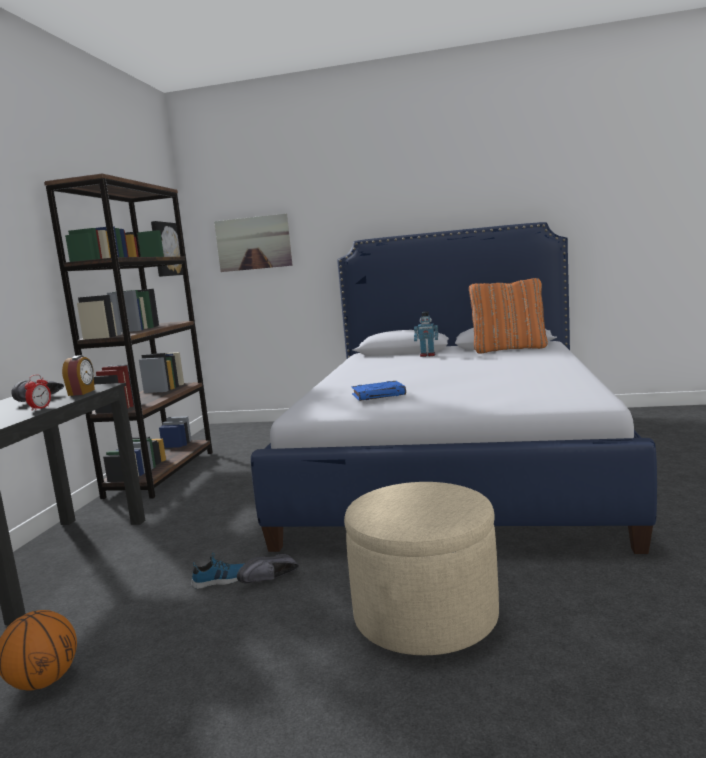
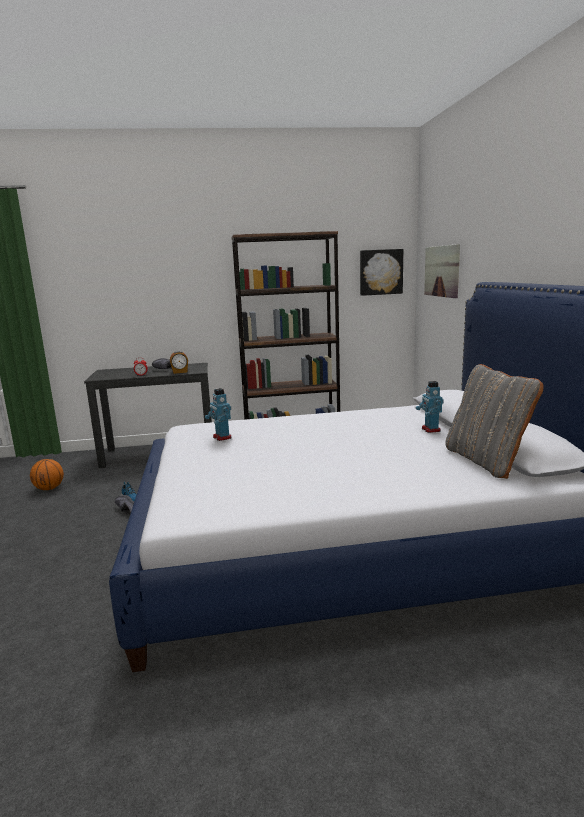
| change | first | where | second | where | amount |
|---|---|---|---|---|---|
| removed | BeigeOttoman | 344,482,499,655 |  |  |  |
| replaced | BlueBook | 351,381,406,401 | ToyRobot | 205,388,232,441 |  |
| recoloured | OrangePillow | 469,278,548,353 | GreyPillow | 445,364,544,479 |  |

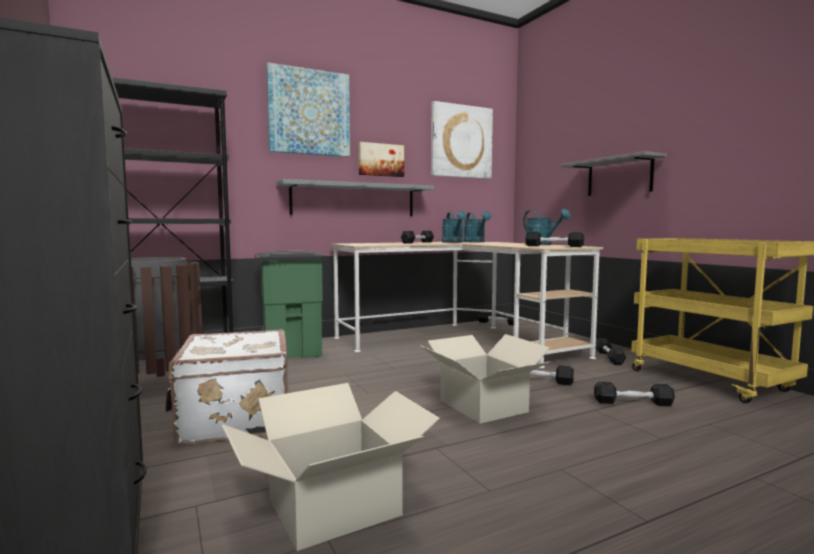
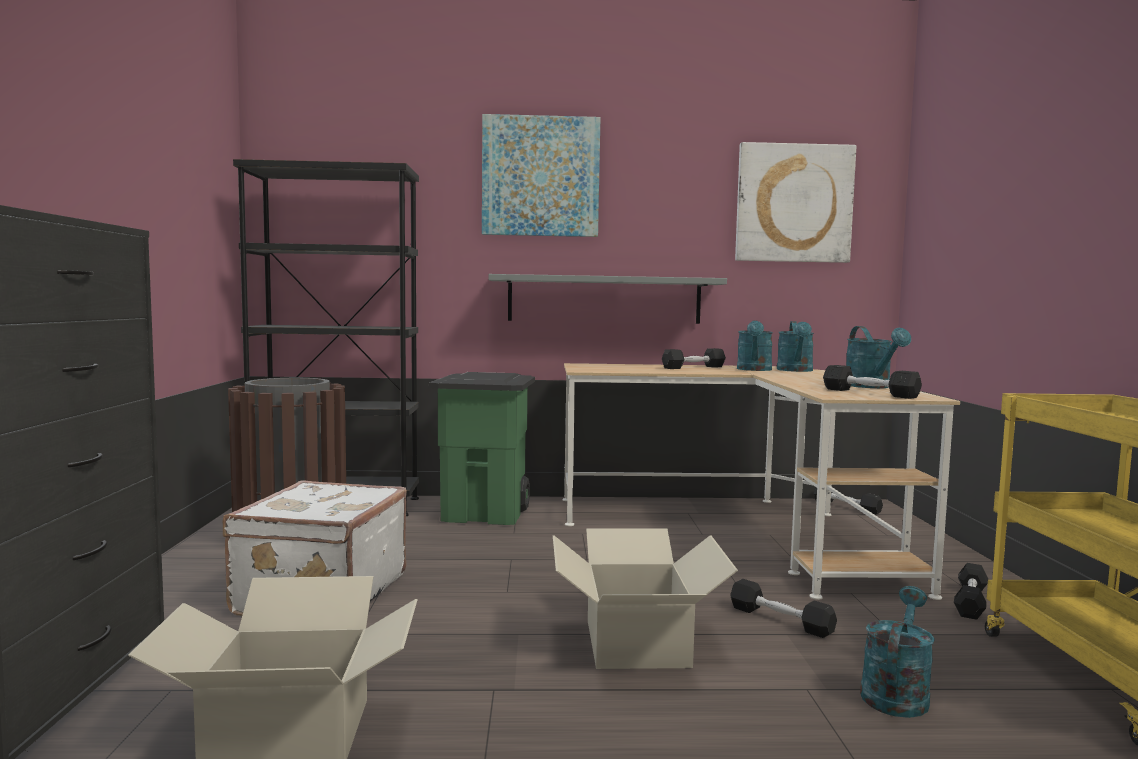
| change | first | where | second | where | amount |
|---|---|---|---|---|---|
| removed | Picture | 359,142,404,177 |  |  |  |
| removed | GreyShelf | 560,151,667,196 |  |  |  |
| replaced | BlackDumbbell | 594,382,675,406 | TurquoiseWateringCan | 860,586,935,718 |  |

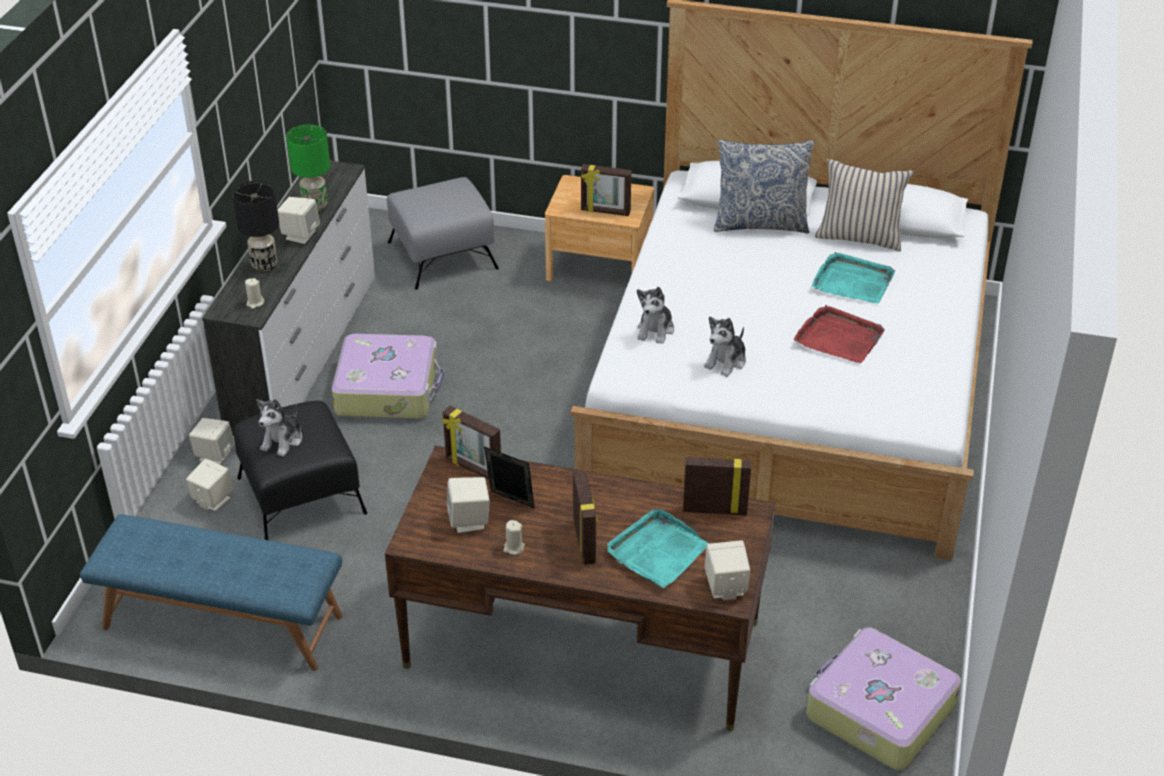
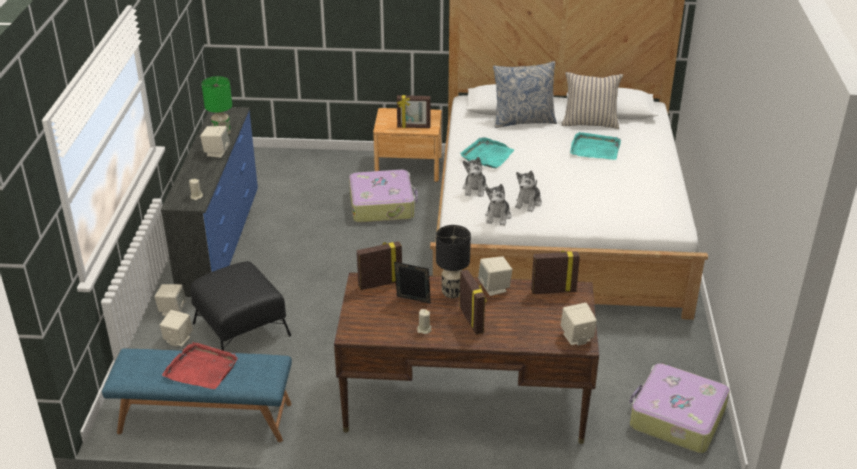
| change | first | where | second | where | amount |
|---|---|---|---|---|---|
| removed | GreyOttoman | 387,177,499,290 |  |  |  |
| moved | BlackTableLamp | 232,181,279,272 |  | 436,225,471,298 |  |
| moved | PlushToy | 256,399,302,457 |  | 485,184,511,226 |  |
| moved | Suitcase | 332,334,444,419 |  | 349,170,418,223 |  |
| moved | BeigeSpeaker | 447,477,490,533 |  | 478,256,512,296 |  |
| moved | TurquoiseTray | 607,509,709,588 |  | 460,137,514,168 |  |
| moved | RedTray | 794,305,885,363 |  | 162,342,238,389 |  |
| recoloured | WhiteDresser | 202,161,375,438 | BlueDresser | 161,107,258,297 |  |
| turned | PictureFrame | 442,406,501,479 |  | 357,241,402,290 | 135 degrees clockwise |

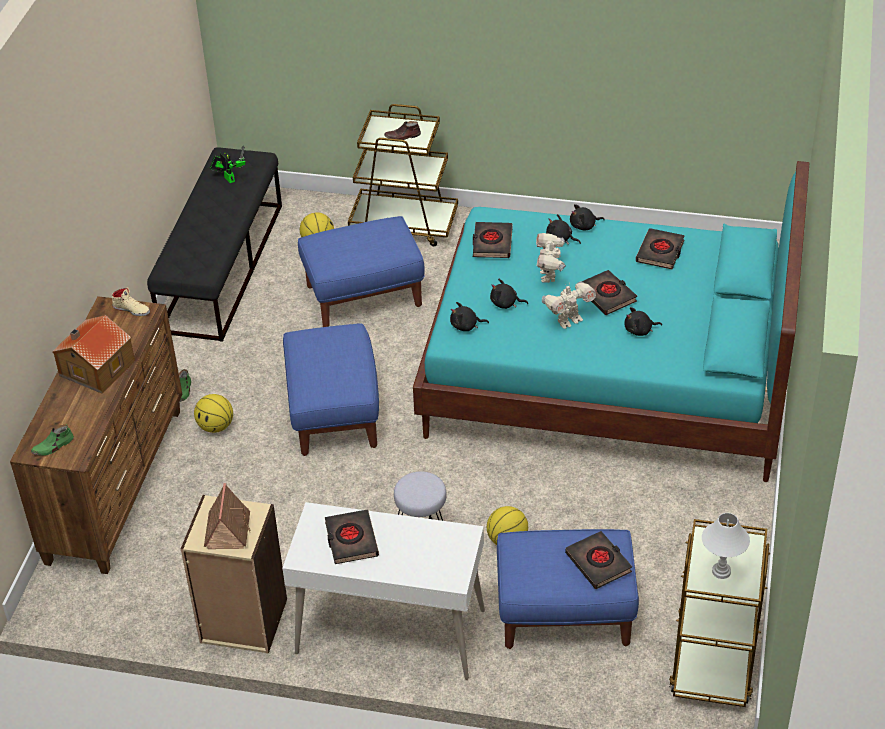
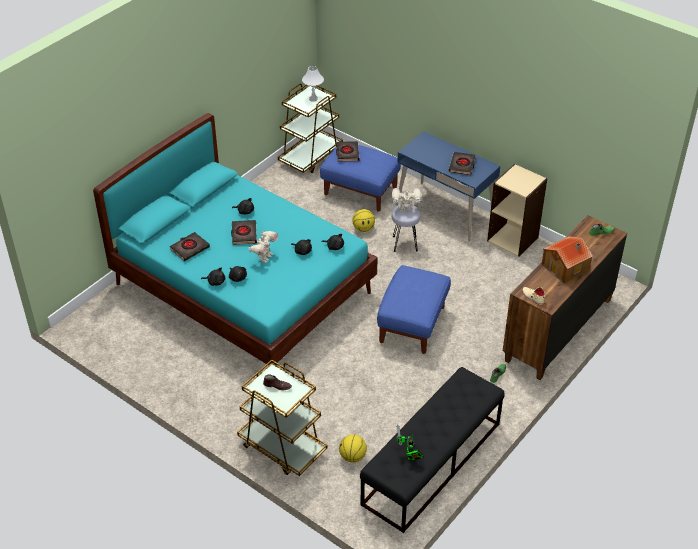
| change | first | where | second | where | amount |
|---|---|---|---|---|---|
| removed | Basketball | 194,394,233,433 |  |  |  |
| removed | ToyHouse | 204,483,251,549 |  |  |  |
| removed | BlueOttoman | 298,216,425,327 |  |  |  |
| removed | BlackBook | 473,222,513,258 |  |  |  |
| moved | ToyRobot | 542,282,596,329 |  | 392,188,422,212 |  |
| recoloured | WhiteDesk | 282,502,485,680 | BlueDesk | 396,131,500,241 |  |

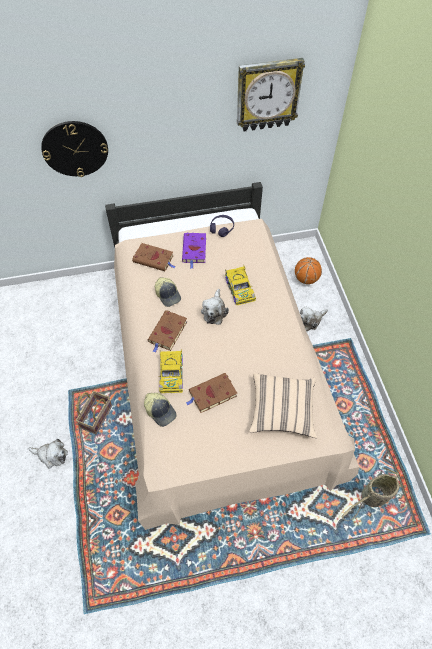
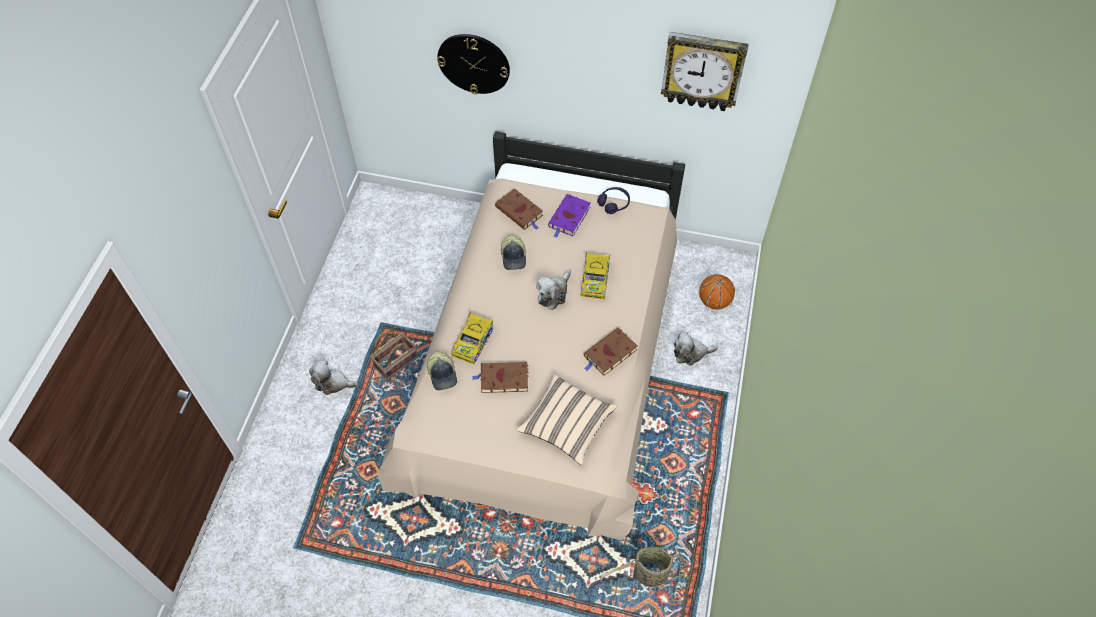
| change | first | where | second | where | amount |
|---|---|---|---|---|---|
| moved | BrownBook | 148,310,187,353 |  | 584,328,638,375 |  |
| turned | PlushToy | 28,439,68,469 |  | 309,360,358,395 | 150 degrees clockwise |

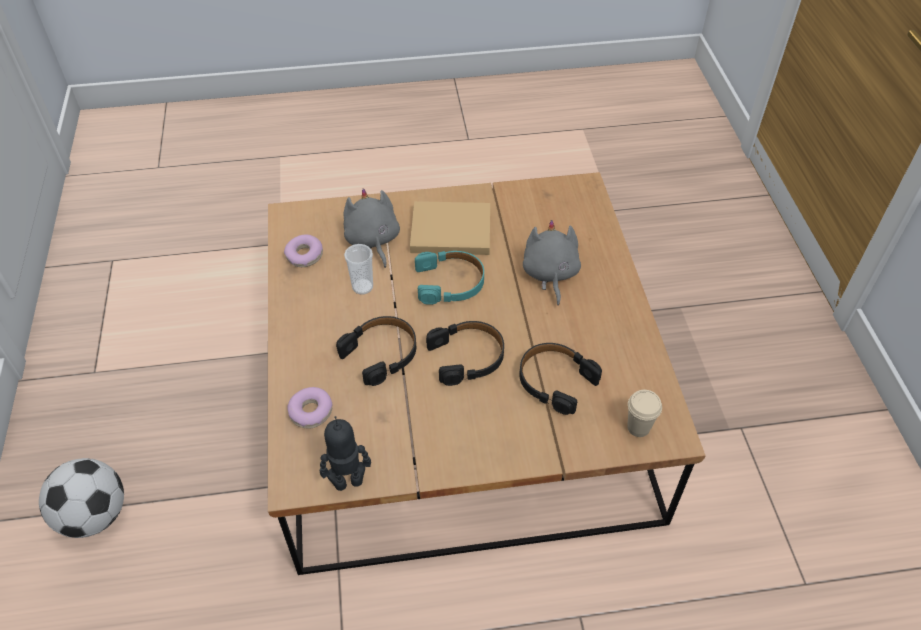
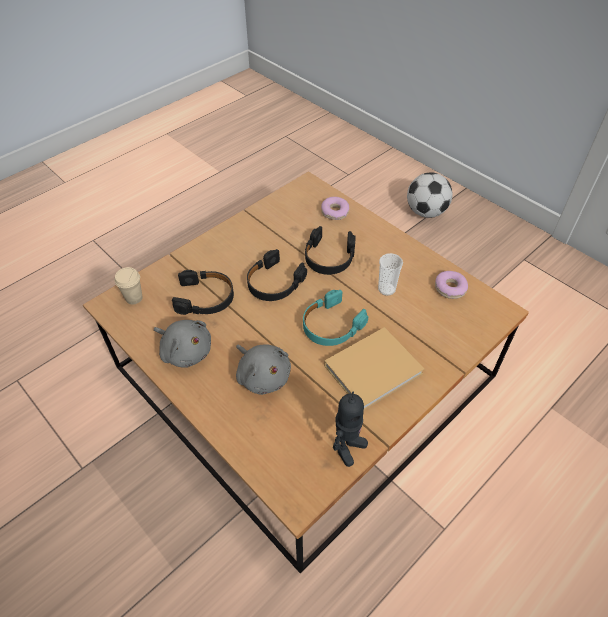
| change | first | where | second | where | amount |
|---|---|---|---|---|---|
| moved | ToyRobot | 320,416,371,491 |  | 333,392,368,467 |  |
| moved | GreyPlushToy | 344,189,400,268 |  | 154,320,211,368 |  |

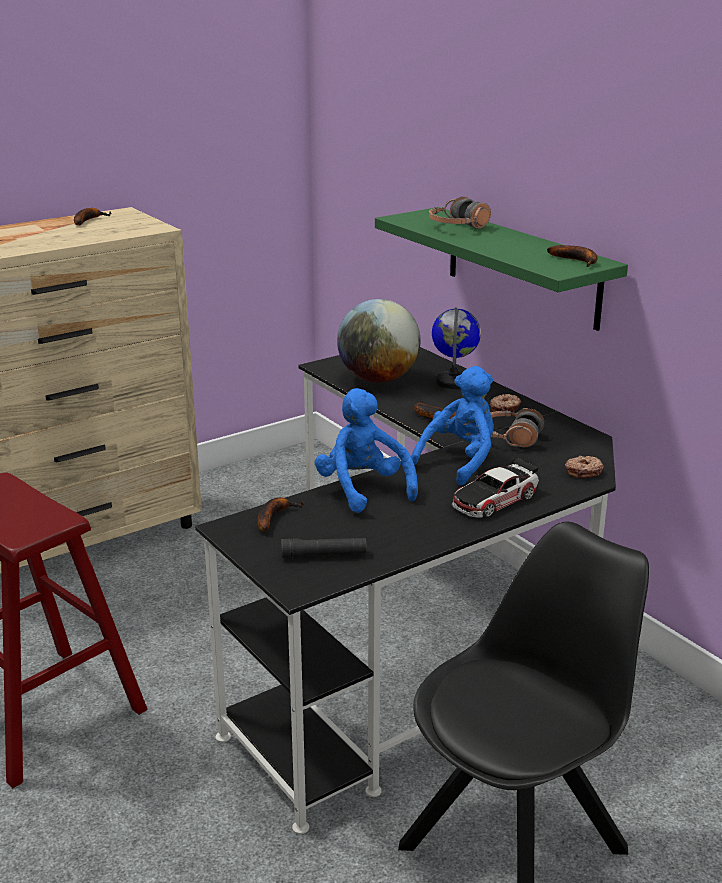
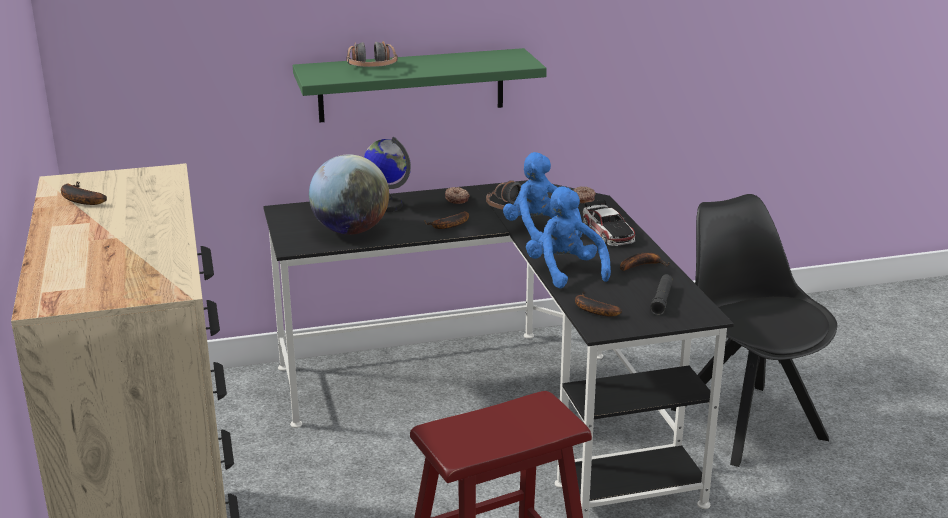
| change | first | where | second | where | amount |
|---|---|---|---|---|---|
| moved | Banana | 547,245,598,267 |  | 620,253,669,271 |  |
| turned | BluePlushToy | 315,388,418,513 |  | 526,186,611,289 | 75 degrees clockwise |

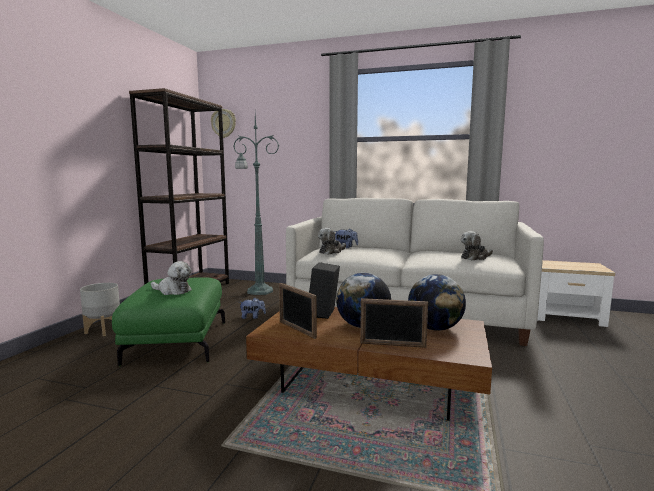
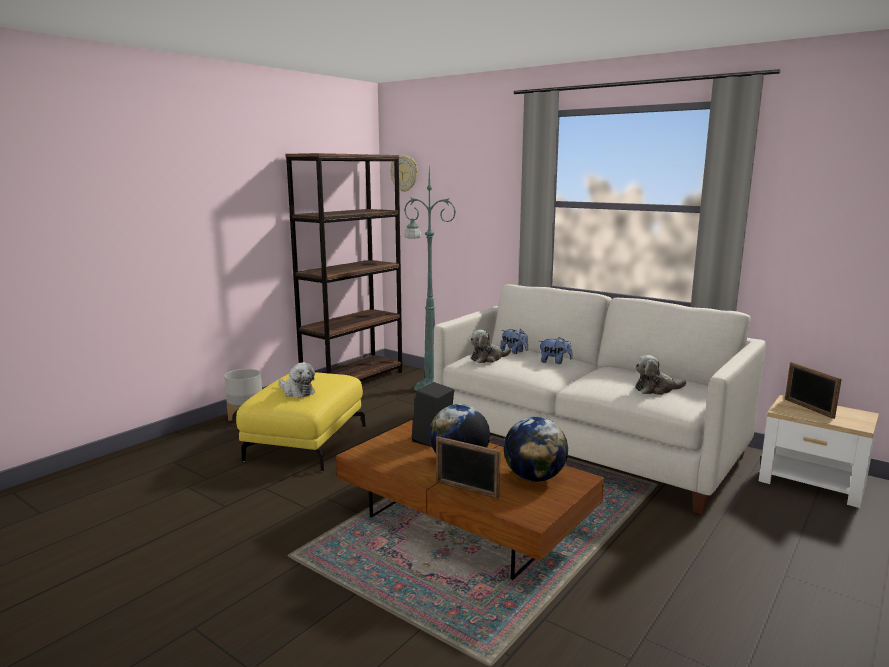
| change | first | where | second | where | amount |
|---|---|---|---|---|---|
| moved | PlushToy | 239,298,266,319 |  | 540,337,573,364 |  |
| moved | PictureFrame | 279,283,317,339 |  | 785,362,842,419 |  |
| recoloured | GreenOttoman | 112,277,225,366 | YellowOttoman | 236,372,366,472 |  |

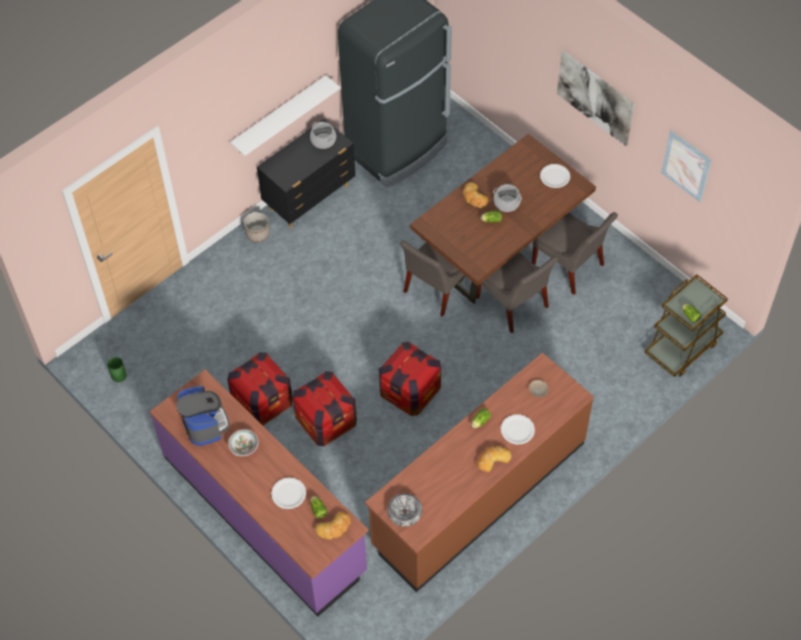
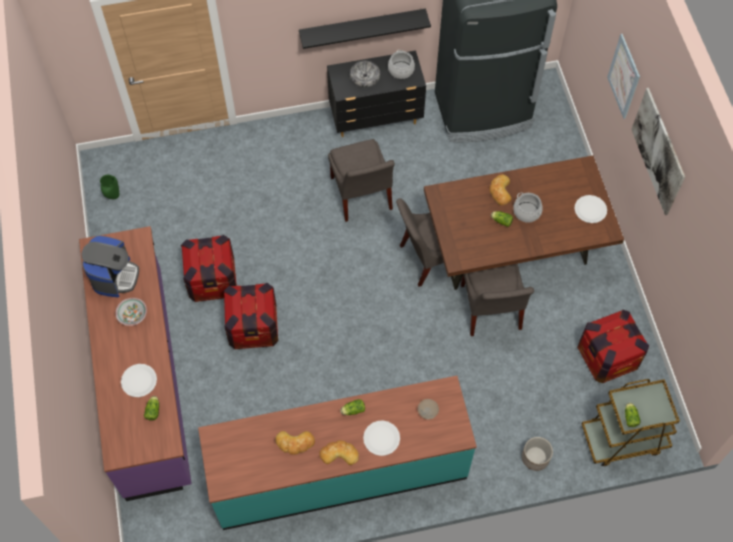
| change | first | where | second | where | amount |
|---|---|---|---|---|---|
| moved | Planter | 244,212,270,242 |  | 522,437,553,471 |  |
| moved | Bread | 315,512,351,540 |  | 275,431,315,455 |  |
| moved | Crate | 379,342,441,416 |  | 577,309,649,383 |  |
| moved | Bowl | 387,493,422,527 |  | 350,61,380,87 |  |
| moved | GreyChair | 532,212,618,295 |  | 328,139,395,222 |  |
| moved | Picture | 661,130,712,202 |  | 607,34,640,119 |  |
| recoloured | WhiteShelf | 230,75,340,156 | BlackShelf | 299,8,431,49 |  |
| recoloured | BrownCounter | 365,352,594,592 | TurquoiseCounter | 198,376,477,530 |  |

